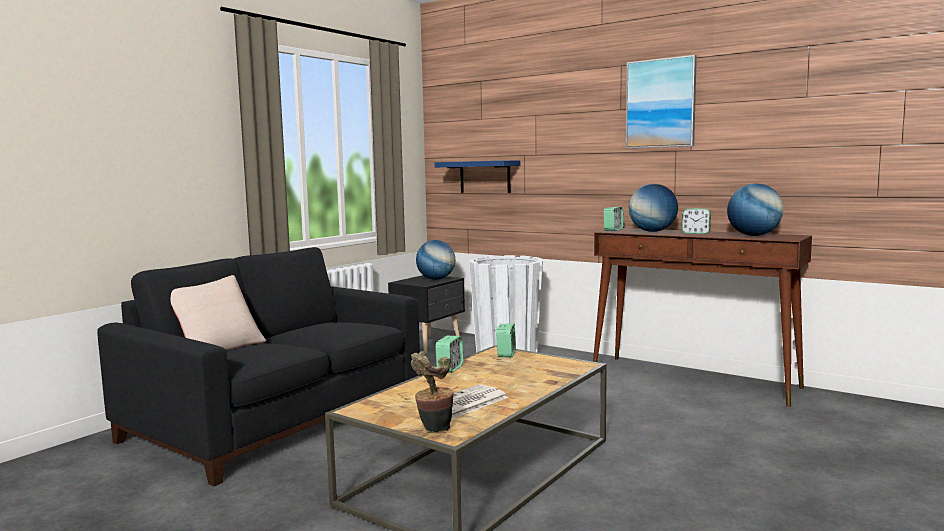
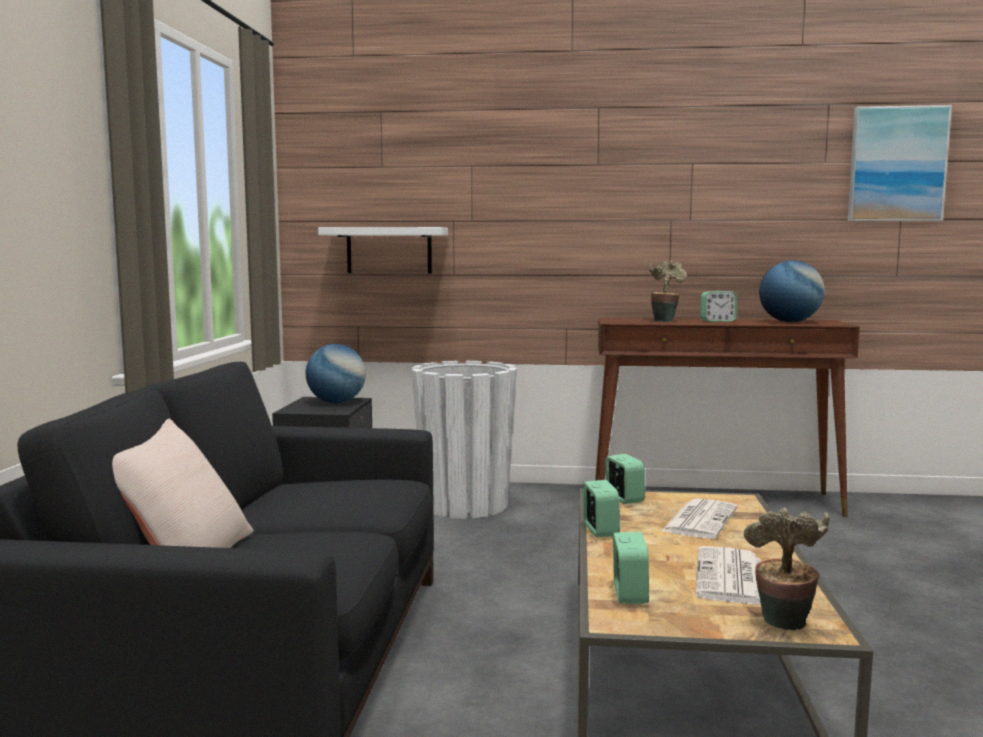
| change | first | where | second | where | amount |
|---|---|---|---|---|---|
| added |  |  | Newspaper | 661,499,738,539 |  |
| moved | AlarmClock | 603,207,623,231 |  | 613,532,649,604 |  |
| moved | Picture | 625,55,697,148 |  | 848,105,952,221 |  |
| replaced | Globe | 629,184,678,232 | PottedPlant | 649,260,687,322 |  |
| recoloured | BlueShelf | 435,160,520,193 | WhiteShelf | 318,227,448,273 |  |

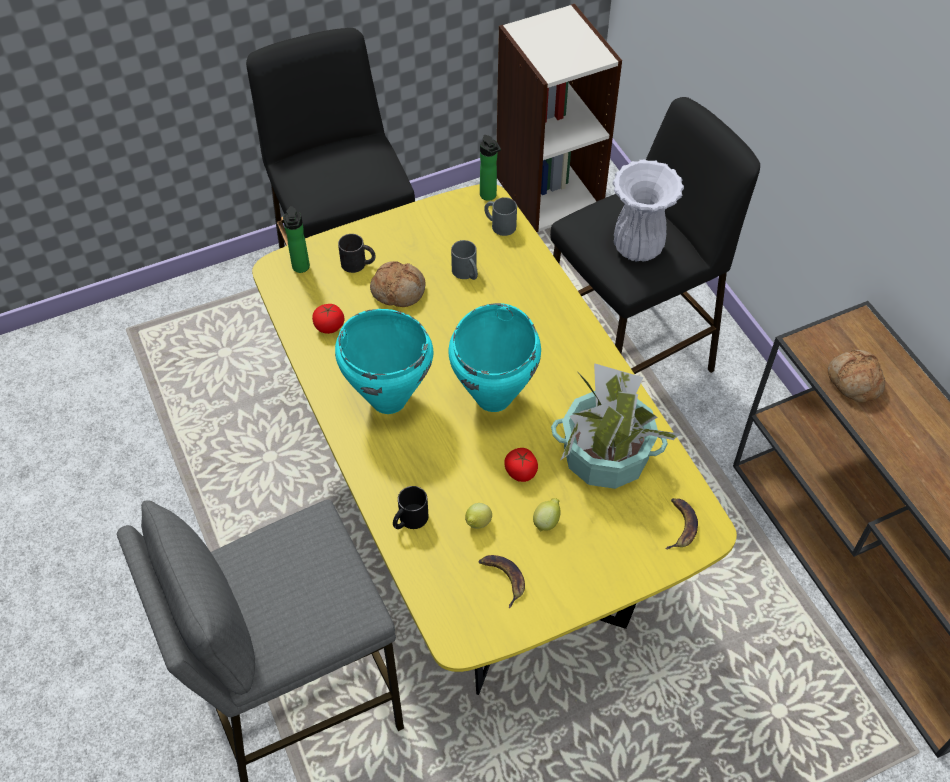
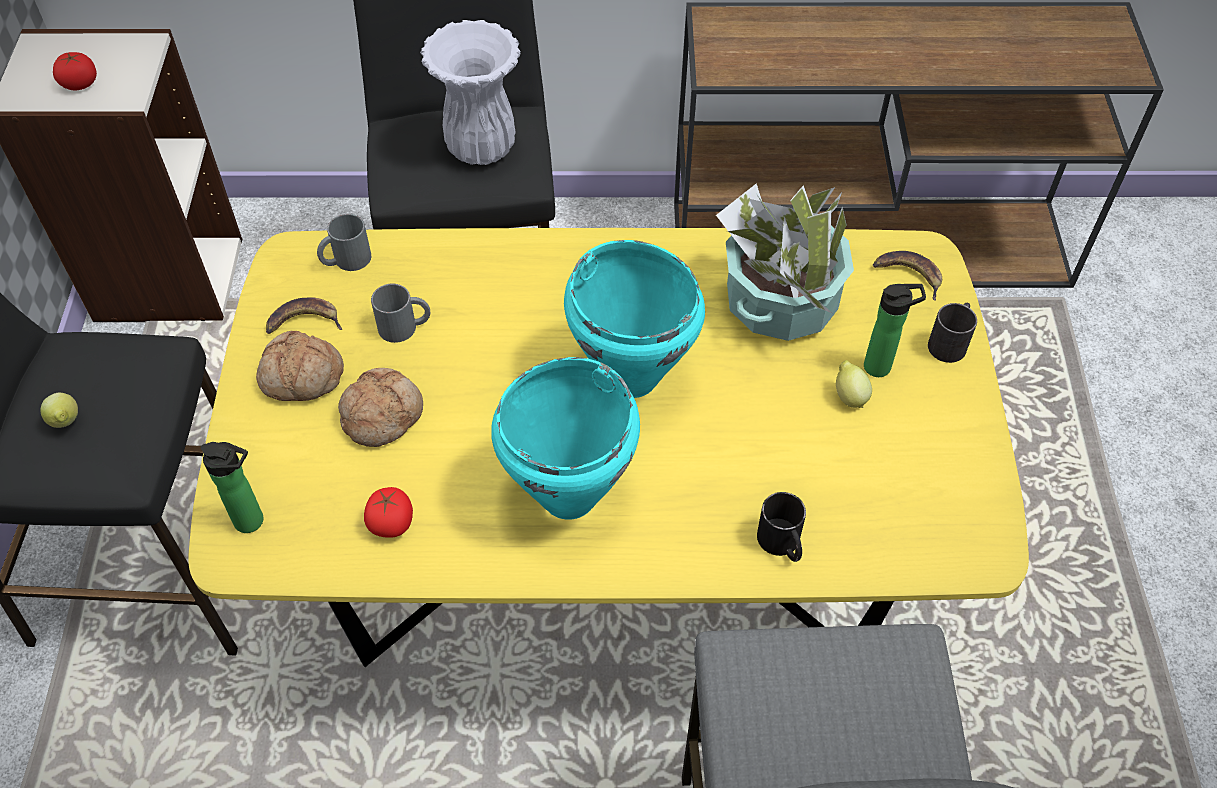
| change | first | where | second | where | amount |
|---|---|---|---|---|---|
| moved | BlackMug | 338,234,375,273 |  | 928,303,977,363 |  |
| moved | Lemon | 465,503,492,529 |  | 40,393,78,428 |  |
| moved | Banana | 478,555,525,608 |  | 266,297,342,334 |  |
| moved | Bottle | 480,135,501,201 |  | 864,284,926,377 |  |
| moved | Tomato | 504,448,538,482 |  | 53,52,97,90 |  |
| moved | Bread | 828,350,885,403 |  | 256,331,344,401 |  |

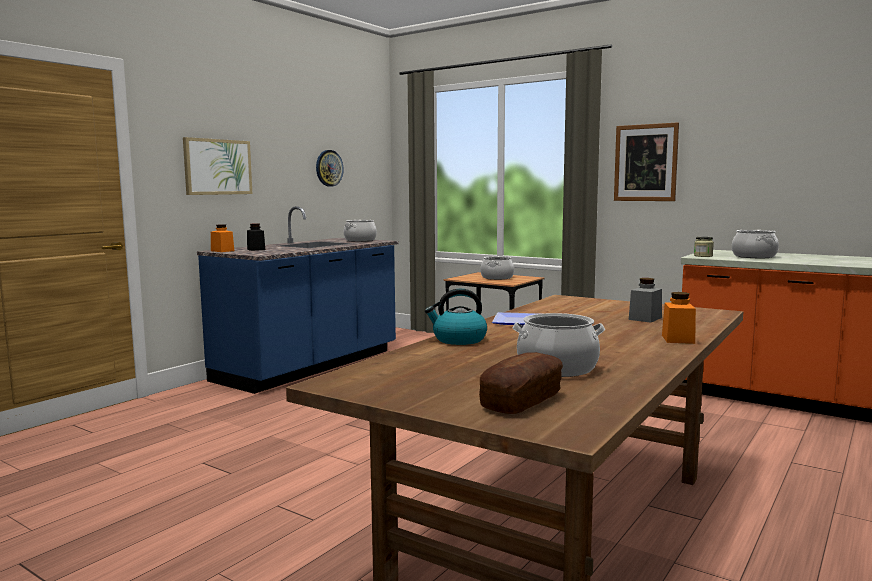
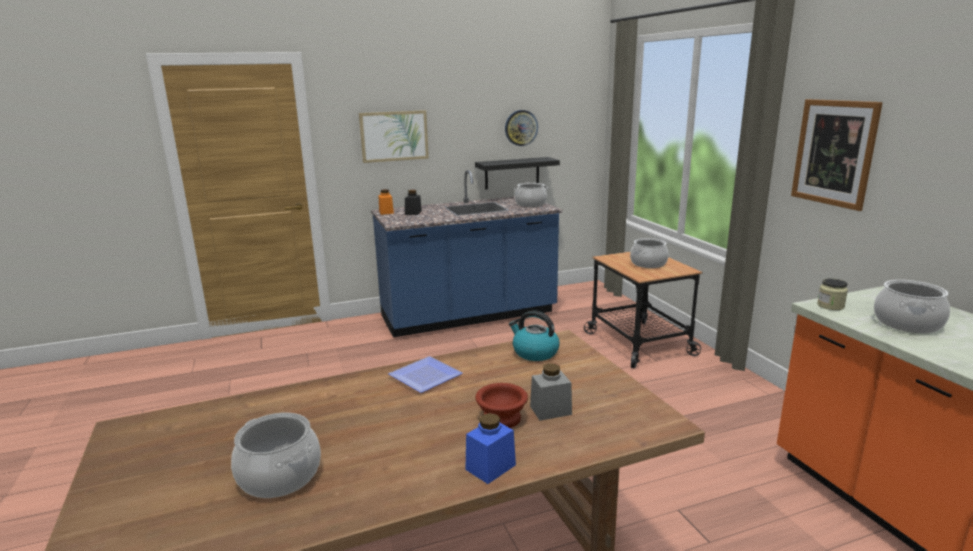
| change | first | where | second | where | amount |
|---|---|---|---|---|---|
| removed | Bread | 479,352,563,414 |  |  |  |
| added |  |  | BlackShelf | 475,157,560,189 |  |
| added |  |  | BrownBowl | 476,383,528,428 |  |
| moved | Kettle | 425,289,487,345 |  | 509,311,560,361 |  |
| recoloured | OrangeJar | 662,292,696,344 | BlueJar | 465,413,516,484 |  |

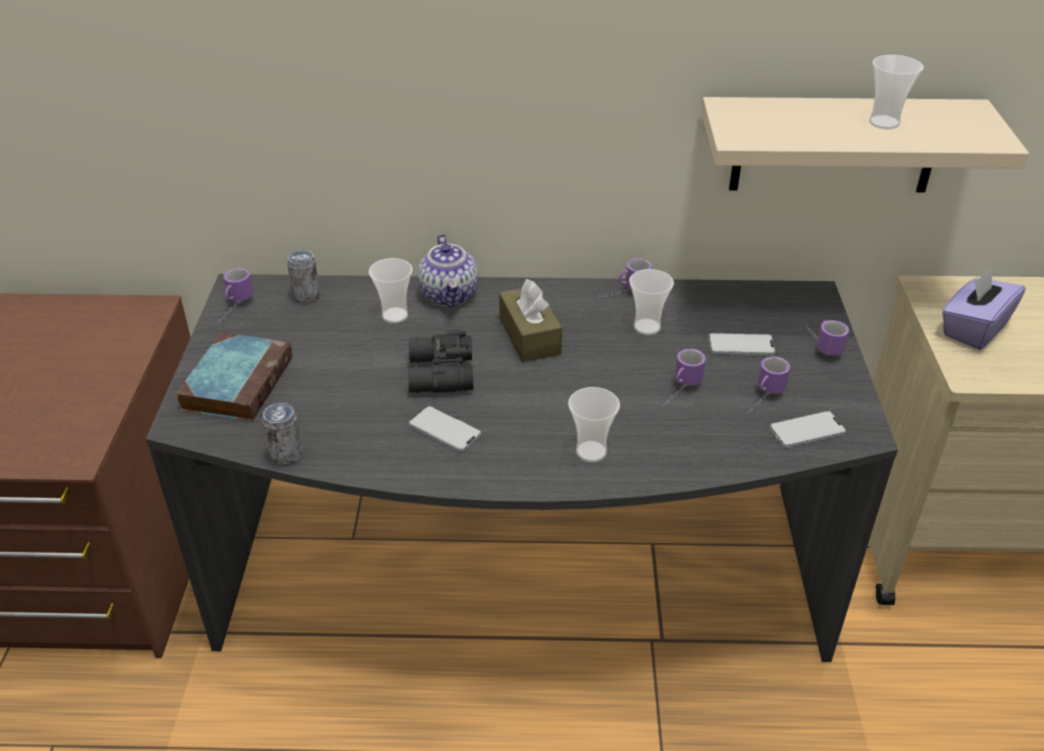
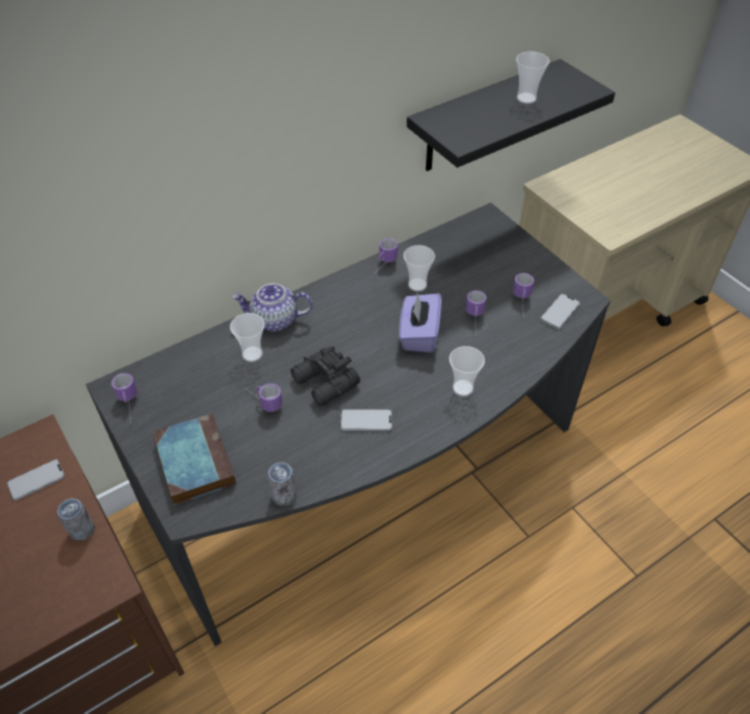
| change | first | where | second | where | amount |
|---|---|---|---|---|---|
| removed | BrownTissueBox | 499,279,562,362 |  |  |  |
| moved | Can | 287,250,320,304 |  | 57,498,95,541 |  |
| moved | Phone | 708,333,775,355 |  | 6,459,65,501 |  |
| moved | Mug | 806,320,849,356 |  | 246,383,282,412 |  |
| moved | PurpleTissueBox | 942,268,1025,350 |  | 399,293,442,353 |  |
| recoloured | BeigeShelf | 702,97,1029,192 | BlackShelf | 407,59,615,171 |  |
| turned | Teapot | 417,234,479,307 |  | 232,283,313,332 | 135 degrees clockwise |

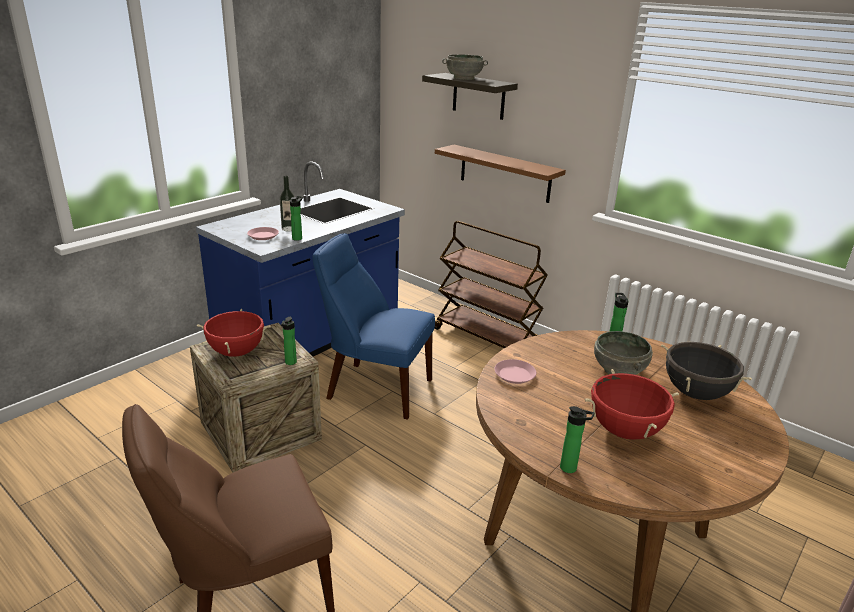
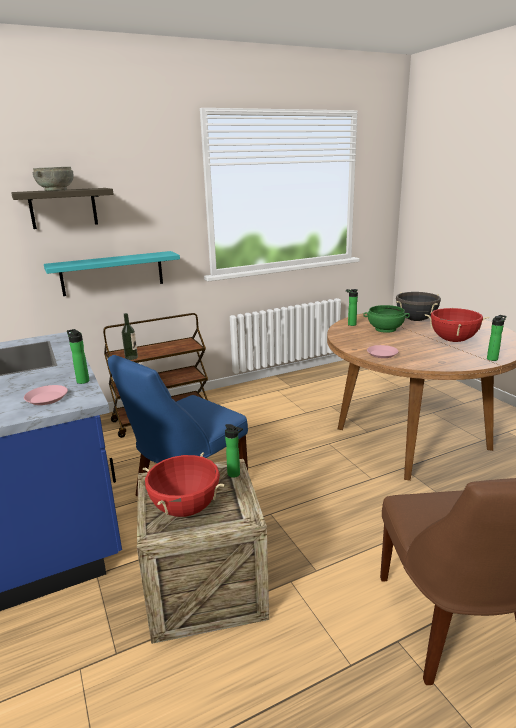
| change | first | where | second | where | amount |
|---|---|---|---|---|---|
| moved | Bottle | 280,176,294,231 |  | 122,313,138,360 |  |
| recoloured | BrownShelf | 435,145,566,203 | TurquoiseShelf | 44,251,180,296 |  |
| recoloured | GreyBowl | 594,331,653,375 | GreenBowl | 363,305,410,333 |  |

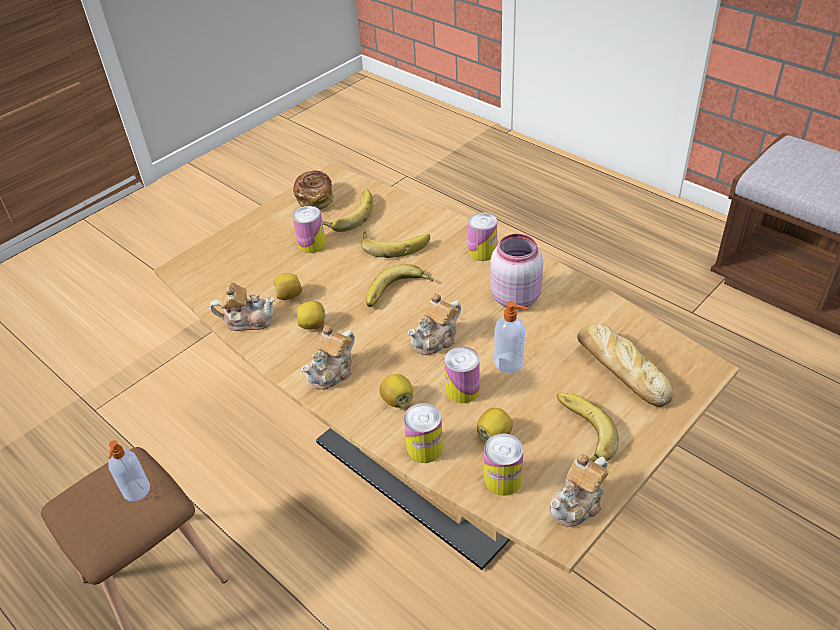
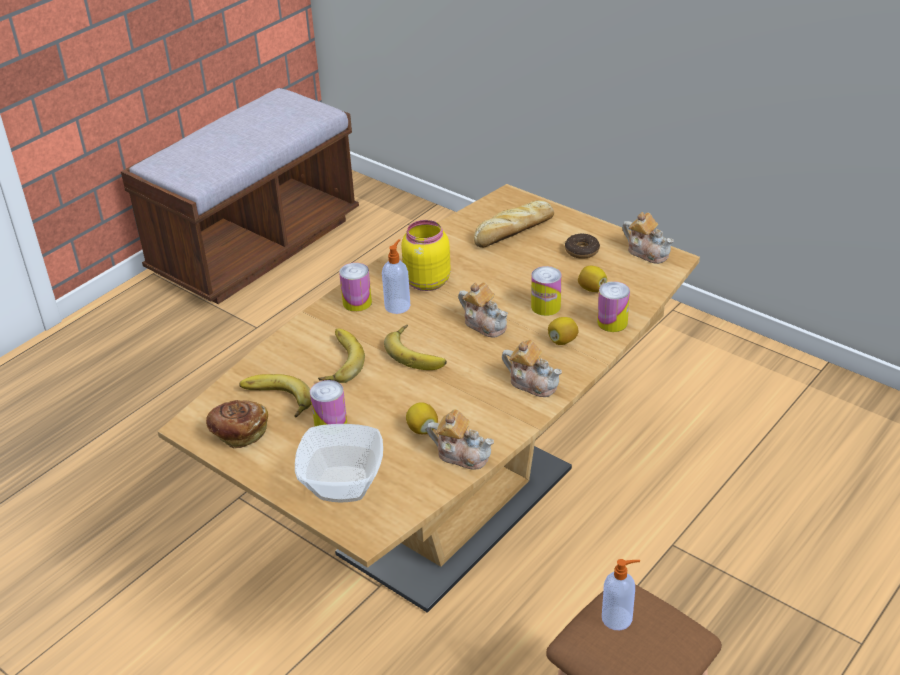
| change | first | where | second | where | amount |
|---|---|---|---|---|---|
| removed | Lemon | 297,301,326,330 |  |  |  |
| removed | Can | 484,433,524,496 |  |  |  |
| added |  |  | Bowl | 295,424,383,502 |  |
| moved | SoapDispenser | 494,301,529,373 |  | 382,239,410,314 |  |
| replaced | Banana | 557,393,619,462 | Donut | 565,234,600,259 |  |
| recoloured | PinkJar | 490,234,543,309 | YellowJar | 401,220,451,291 |  |
| turned | Teapot | 210,282,275,331 |  | 427,409,494,470 | 120 degrees clockwise |

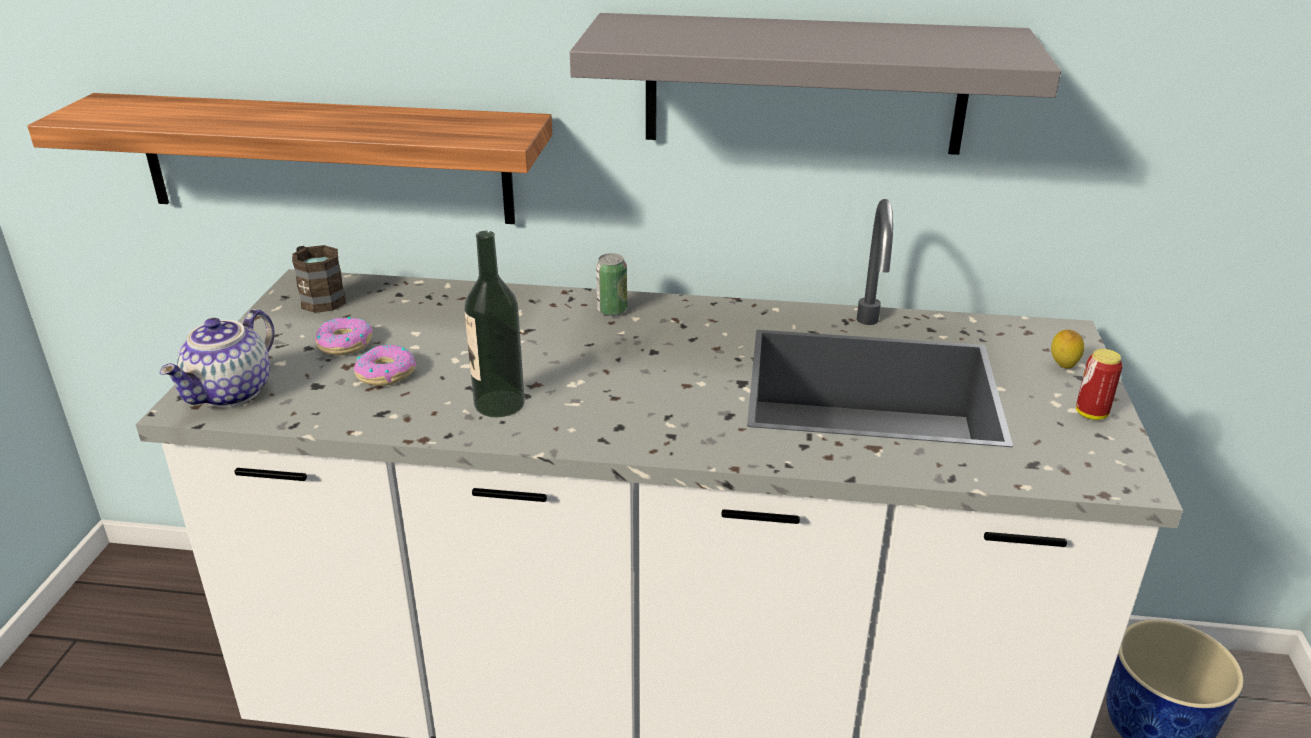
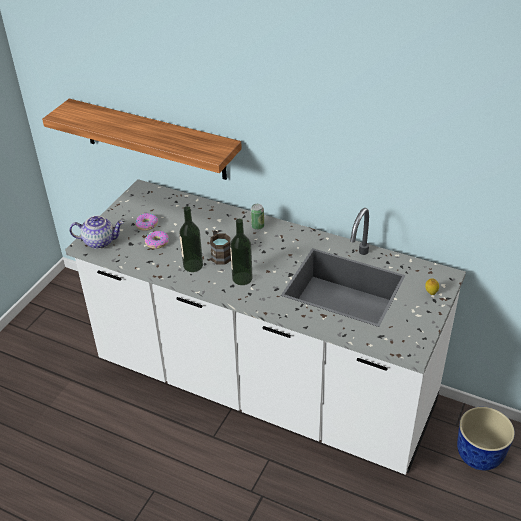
| change | first | where | second | where | amount |
|---|---|---|---|---|---|
| removed | GreyShelf | 570,13,1061,155 |  |  |  |
| removed | Can | 1076,349,1123,420 |  |  |  |
| added |  |  | Bottle | 230,218,253,285 |  |
| moved | BrownMug | 292,245,346,313 |  | 210,231,231,265 |  |
| turned | Teapot | 159,309,275,408 |  | 69,216,124,249 | 135 degrees counterclockwise |

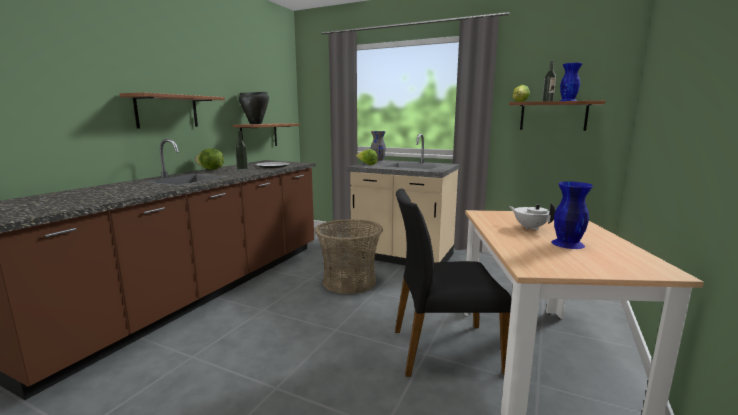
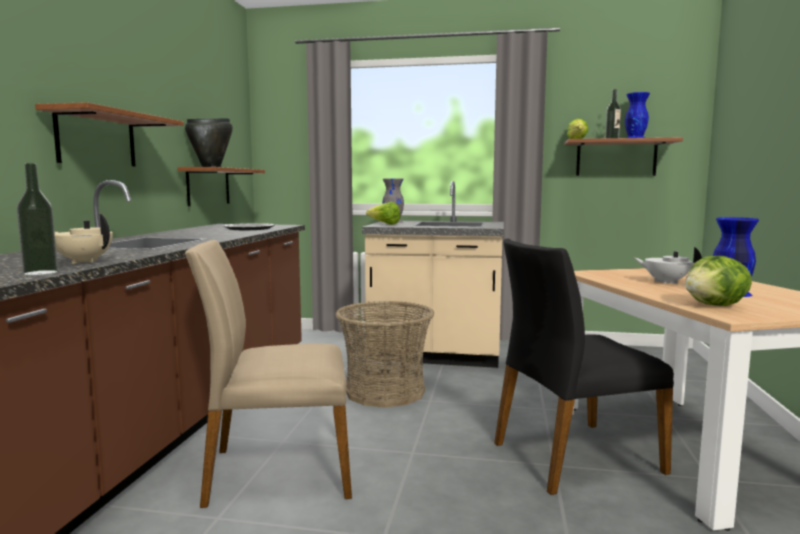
| change | first | where | second | where | amount |
|---|---|---|---|---|---|
| added |  |  | BeigeTeapot | 55,214,113,264 |  |
| added |  |  | BeigeChair | 185,240,352,508 |  |
| moved | Lettuce | 195,148,224,170 |  | 685,256,752,306 |  |
| moved | Bottle | 235,131,248,171 |  | 17,163,58,275 |  |

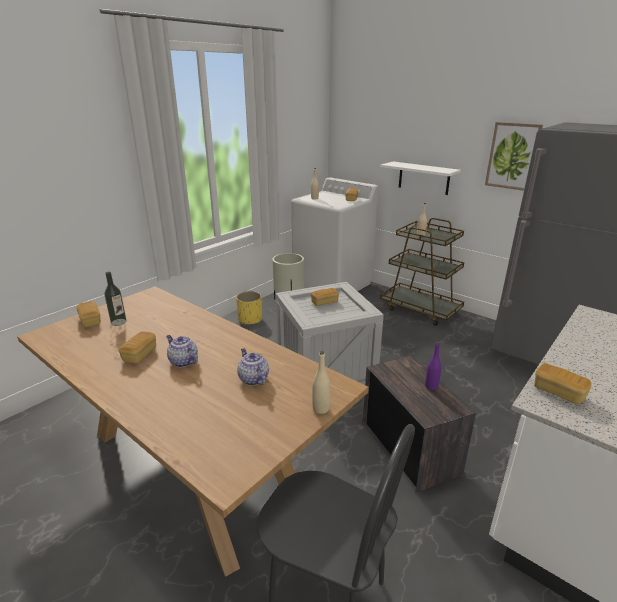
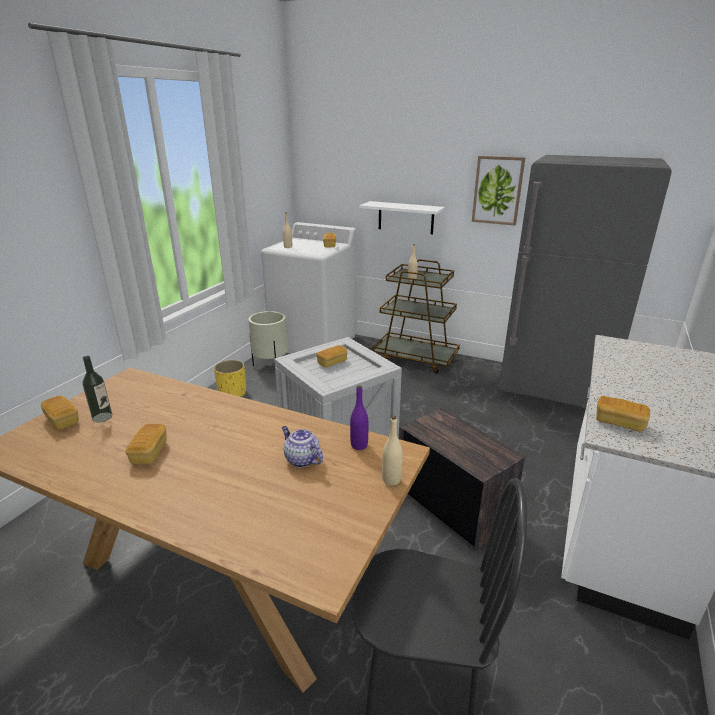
| change | first | where | second | where | amount |
|---|---|---|---|---|---|
| removed | Teapot | 166,335,198,367 |  |  |  |
| moved | PurpleBottle | 425,342,441,390 |  | 350,385,369,450 |  |

